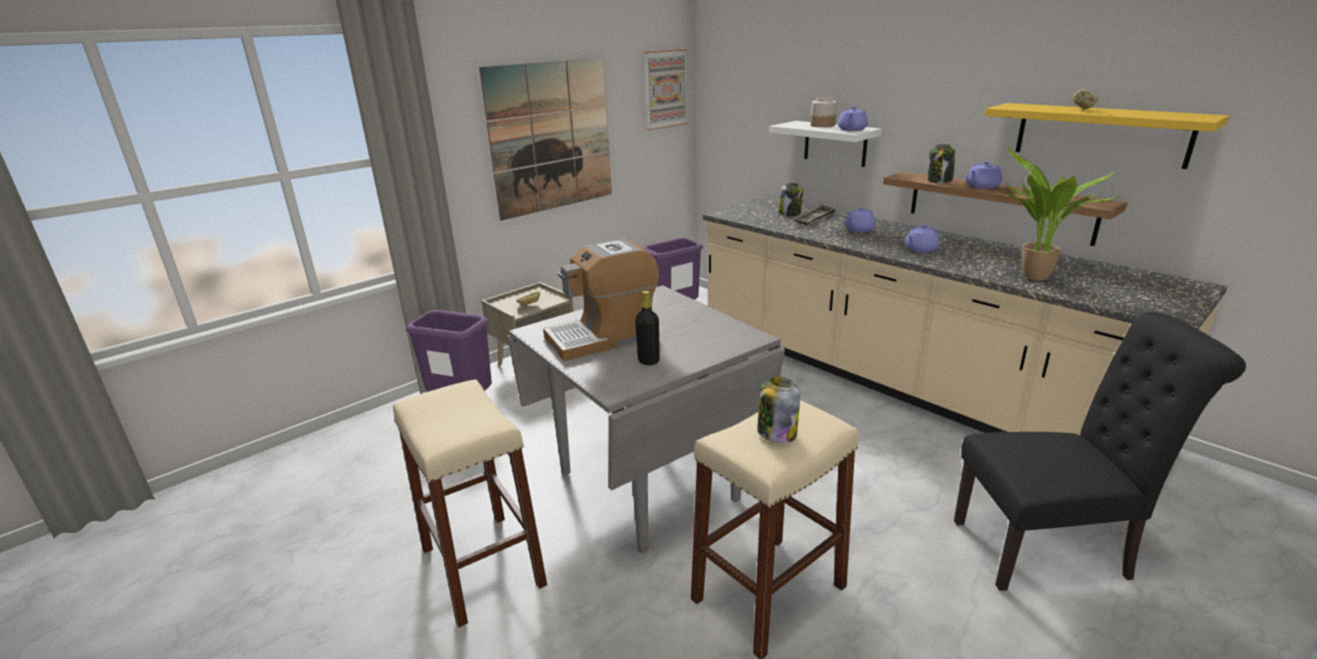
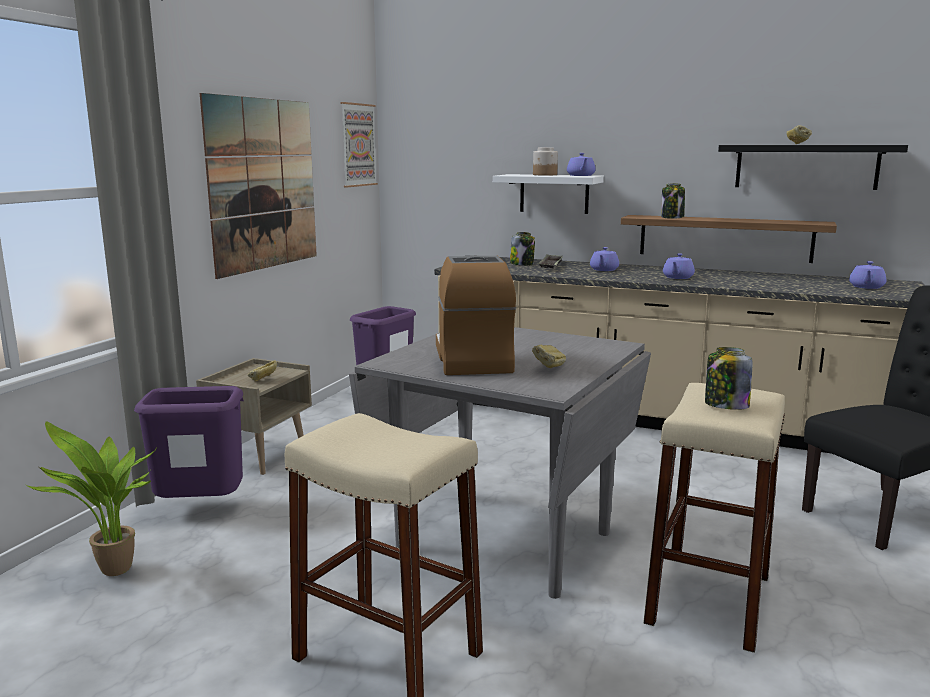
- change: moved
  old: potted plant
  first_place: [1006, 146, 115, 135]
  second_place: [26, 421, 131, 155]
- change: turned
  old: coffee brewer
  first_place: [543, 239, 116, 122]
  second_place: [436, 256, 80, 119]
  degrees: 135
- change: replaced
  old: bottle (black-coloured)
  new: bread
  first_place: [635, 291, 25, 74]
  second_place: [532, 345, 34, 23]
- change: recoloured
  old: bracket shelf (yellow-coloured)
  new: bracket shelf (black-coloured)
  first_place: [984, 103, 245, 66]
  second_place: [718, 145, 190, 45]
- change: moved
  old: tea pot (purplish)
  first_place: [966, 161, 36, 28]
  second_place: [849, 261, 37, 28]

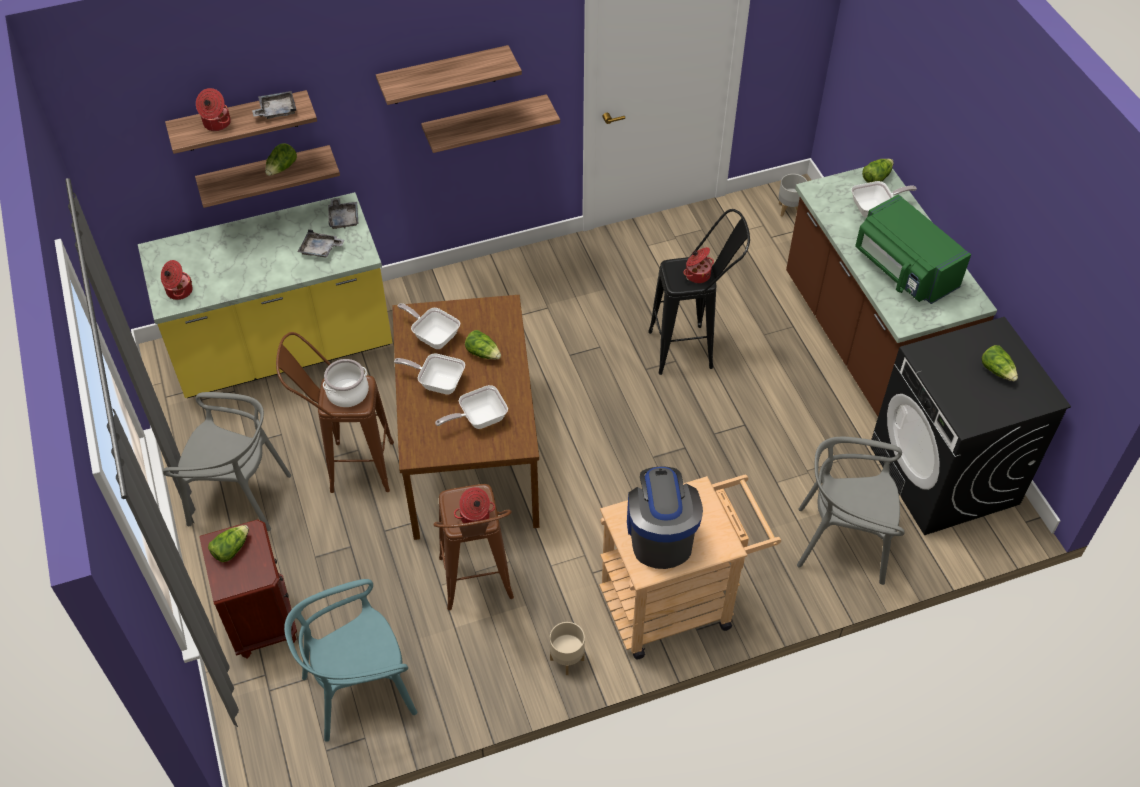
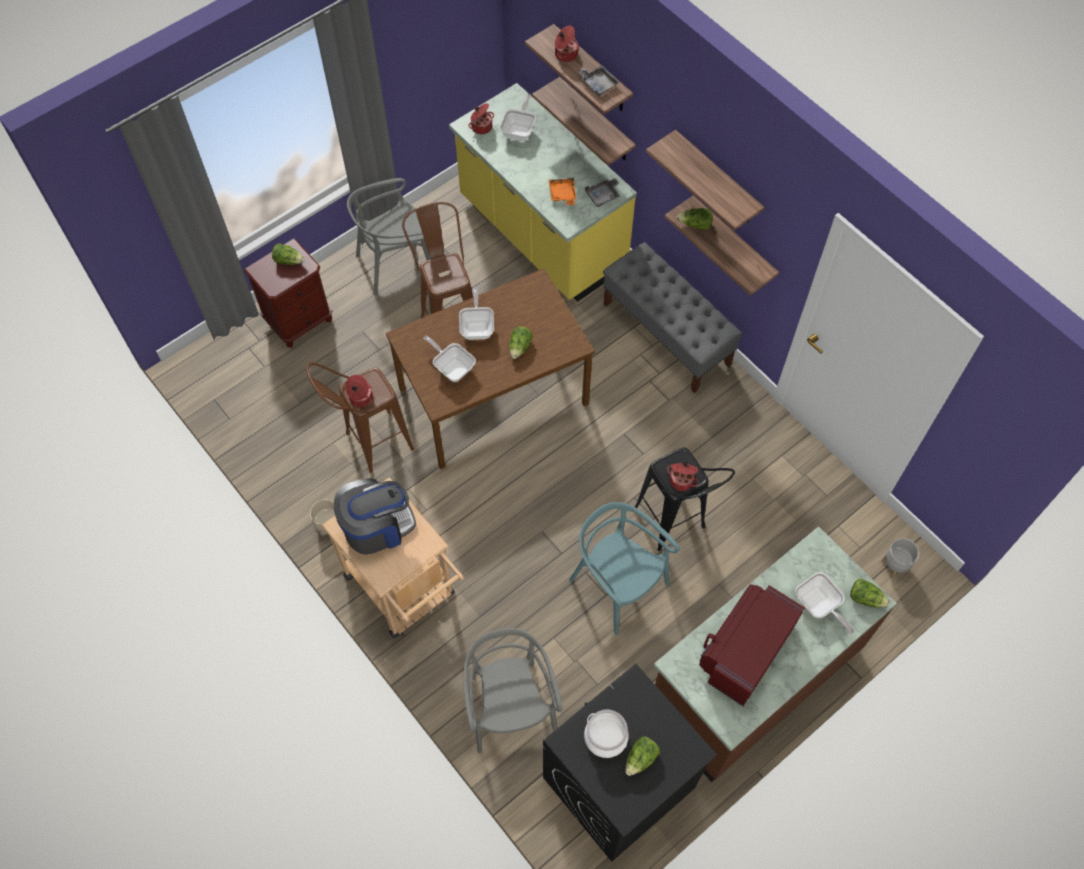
- change: turned
  old: chair (greyish)
  first_place: [163, 392, 128, 139]
  second_place: [347, 178, 84, 117]
  degrees: 75
- change: moved
  old: skillet
  first_place: [398, 303, 62, 46]
  second_place: [500, 94, 36, 47]
- change: recoloured
  old: carrying tray (greyish)
  new: carrying tray (orangey)
  first_place: [298, 229, 46, 29]
  second_place: [548, 177, 28, 28]
- change: moved
  old: chair (turquoise)
  first_place: [284, 579, 133, 163]
  second_place: [569, 502, 111, 133]
- change: moved
  old: cooking pot
  first_place: [323, 359, 46, 48]
  second_place: [584, 709, 45, 49]
- change: added
  new: indoor bench (greyish)
  second_place: [603, 242, 140, 151]
- change: moved
  old: head of lettuce
  first_place: [265, 144, 32, 32]
  second_place: [677, 208, 36, 22]
- change: recoloured
  old: microwave (green)
  new: microwave (reddish)
  first_place: [855, 194, 116, 110]
  second_place: [699, 584, 106, 122]

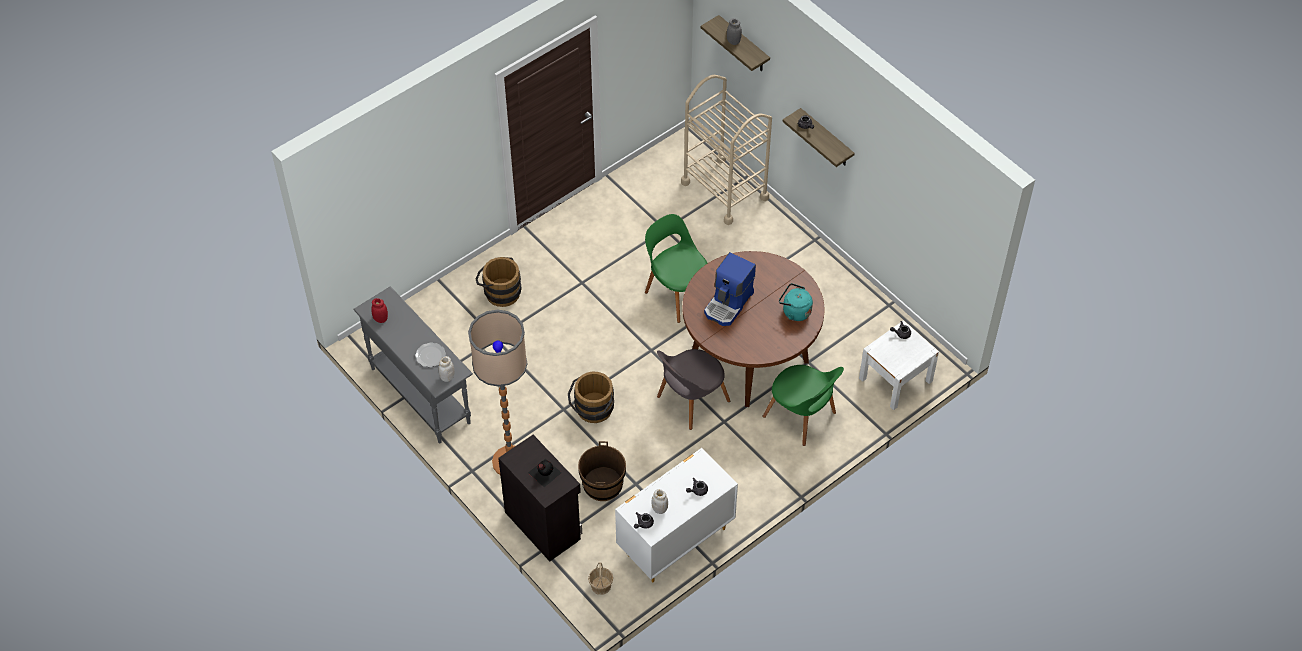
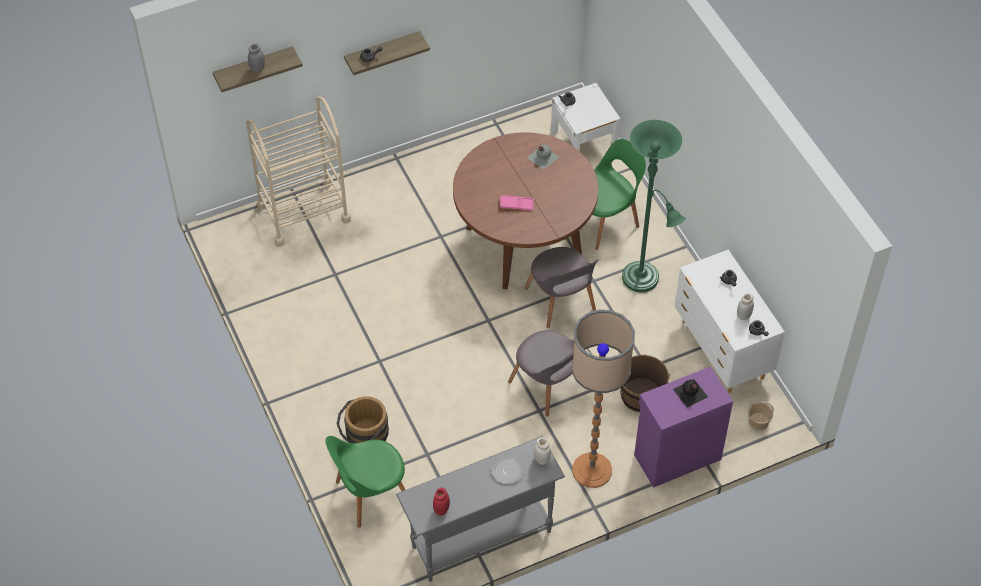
- change: moved
  old: chair (green)
  first_place: [645, 214, 62, 109]
  second_place: [325, 436, 81, 92]
- change: replaced
  old: coffee brewer
  new: carrying tray (pinkish)
  first_place: [704, 252, 52, 74]
  second_place: [500, 195, 34, 16]
- change: replaced
  old: pail (brown-coloured)
  new: chair (greyish)
  first_place: [568, 371, 46, 52]
  second_place: [508, 330, 66, 87]
- change: replaced
  old: water kettle (turquoise)
  new: bottle (greyish)
  first_place: [779, 283, 34, 38]
  second_place: [527, 145, 32, 25]
- change: added
  new: standing lamp (green)
  second_place: [622, 120, 64, 172]
- change: recoloured
  old: cabinet (black-coloured)
  new: cabinet (purplish)
  first_place: [498, 435, 84, 126]
  second_place: [634, 366, 99, 122]

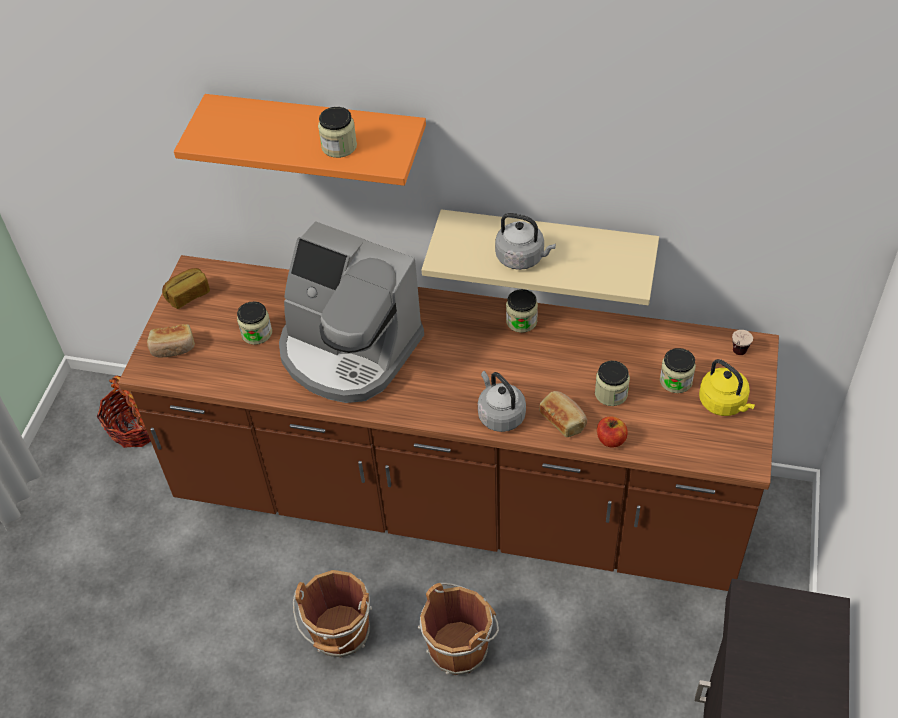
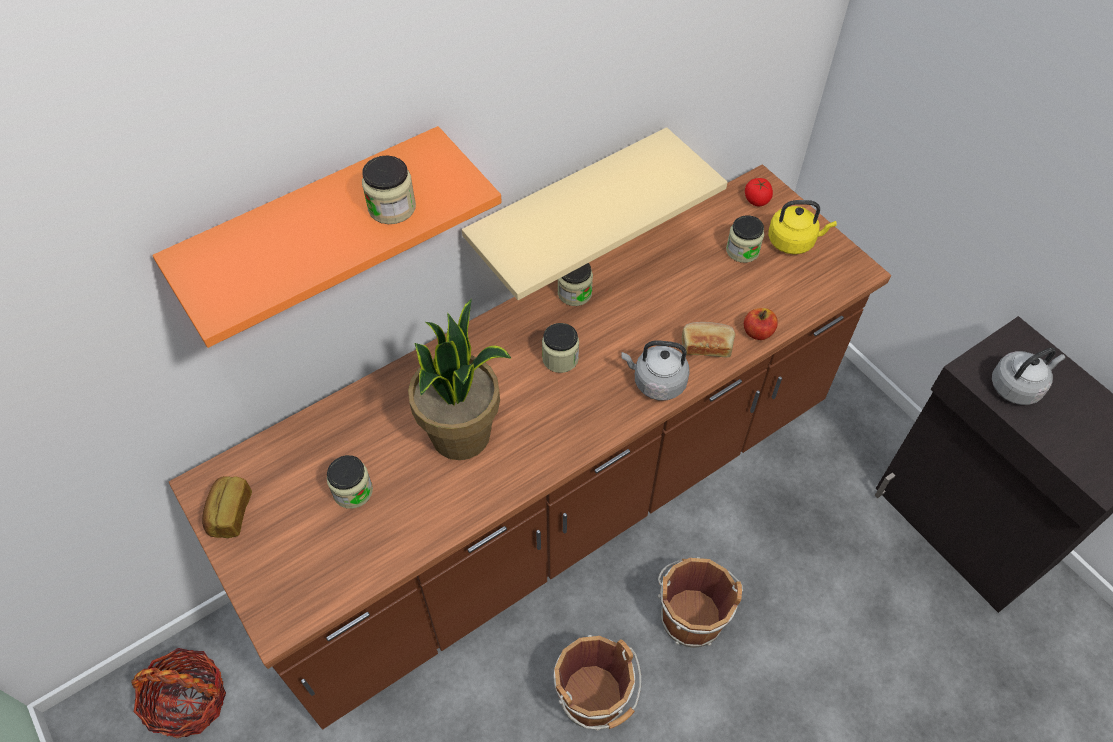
- change: replaced
  old: coffee brewer
  new: potted plant
  first_place: [279, 221, 145, 182]
  second_place: [408, 299, 103, 161]
- change: moved
  old: preserve jar
  first_place: [595, 361, 35, 45]
  second_place: [542, 323, 37, 50]
- change: replaced
  old: small cup
  new: whole tomato
  first_place: [732, 330, 21, 25]
  second_place: [745, 178, 28, 28]
- change: moved
  old: water kettle (greyish)
  first_place: [495, 213, 61, 57]
  second_place: [992, 348, 73, 57]
- change: removed
  old: bread
  first_place: [147, 324, 48, 34]

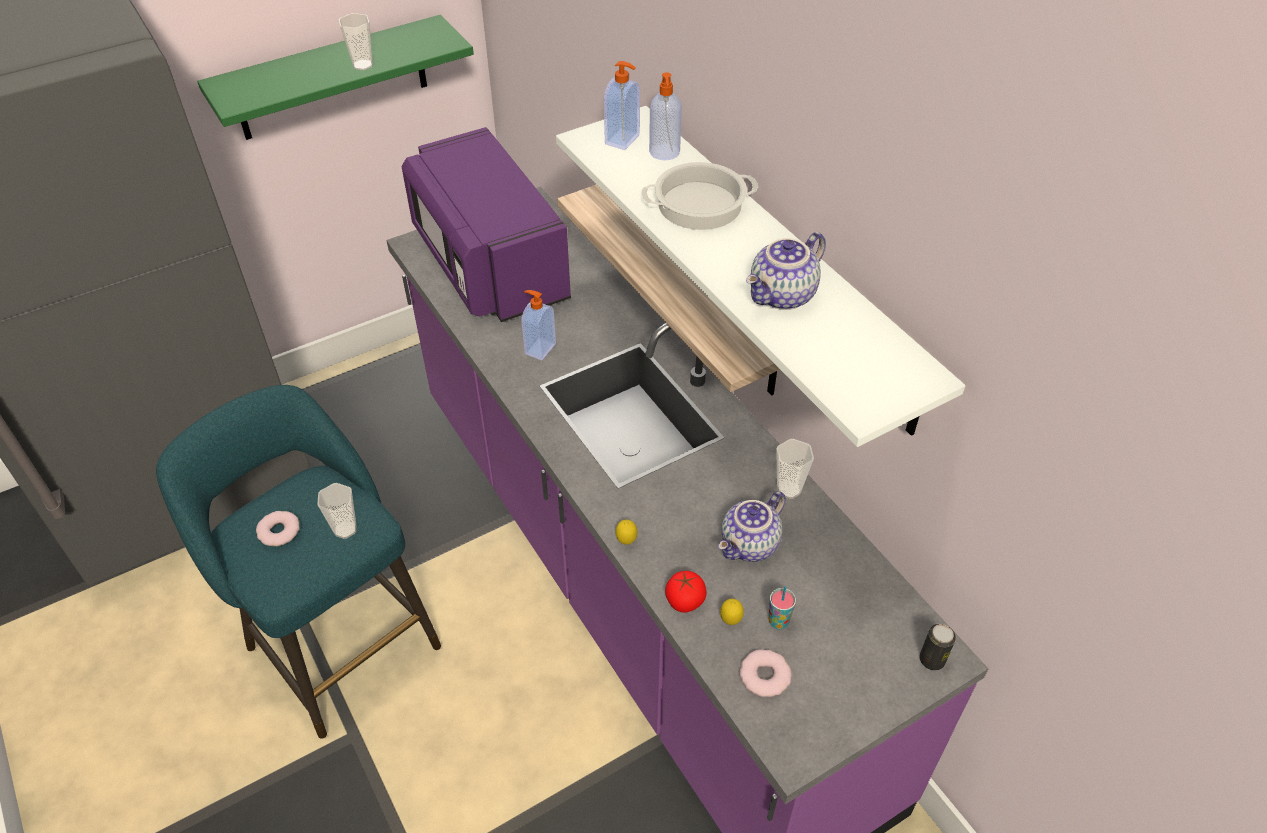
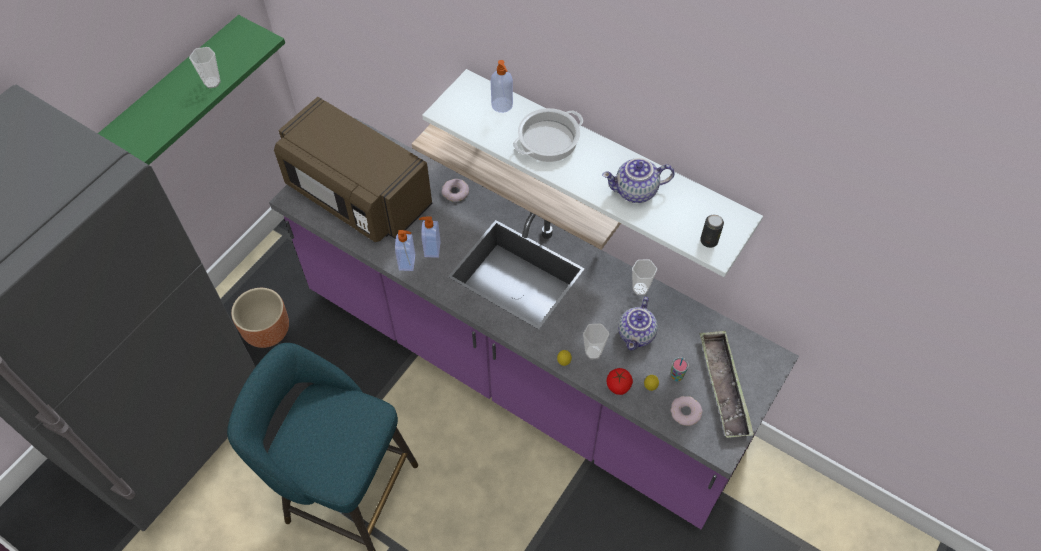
- change: added
  new: flower pot (brown-coloured)
  second_place: [231, 288, 58, 60]
- change: recoloured
  old: microwave (purplish)
  new: microwave (brown-coloured)
  first_place: [401, 127, 170, 195]
  second_place: [274, 97, 158, 145]
- change: moved
  old: soap bottle
  first_place: [604, 61, 36, 89]
  second_place: [395, 230, 20, 41]
- change: moved
  old: ring doughnut
  first_place: [256, 511, 44, 35]
  second_place: [442, 179, 27, 23]
- change: moved
  old: small cup
  first_place: [317, 483, 39, 56]
  second_place: [583, 323, 26, 36]
- change: turned
  old: tea pot
  first_place: [746, 232, 80, 78]
  second_place: [602, 158, 72, 45]
  degrees: 60
- change: moved
  old: metal can
  first_place: [919, 624, 37, 47]
  second_place: [700, 215, 24, 33]
- change: added
  new: carrying tray
  second_place: [700, 331, 54, 107]

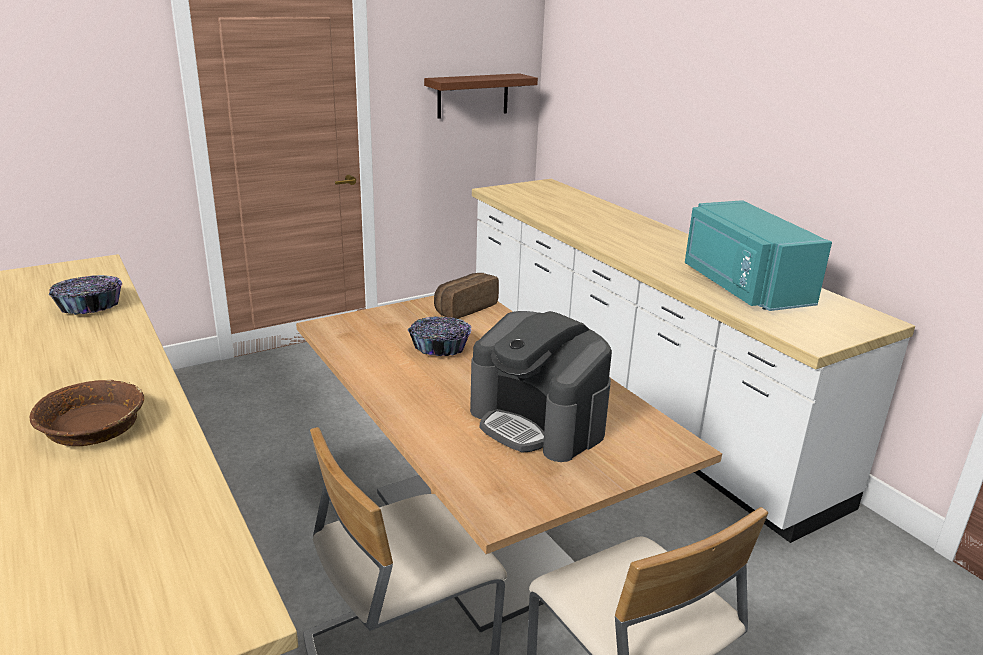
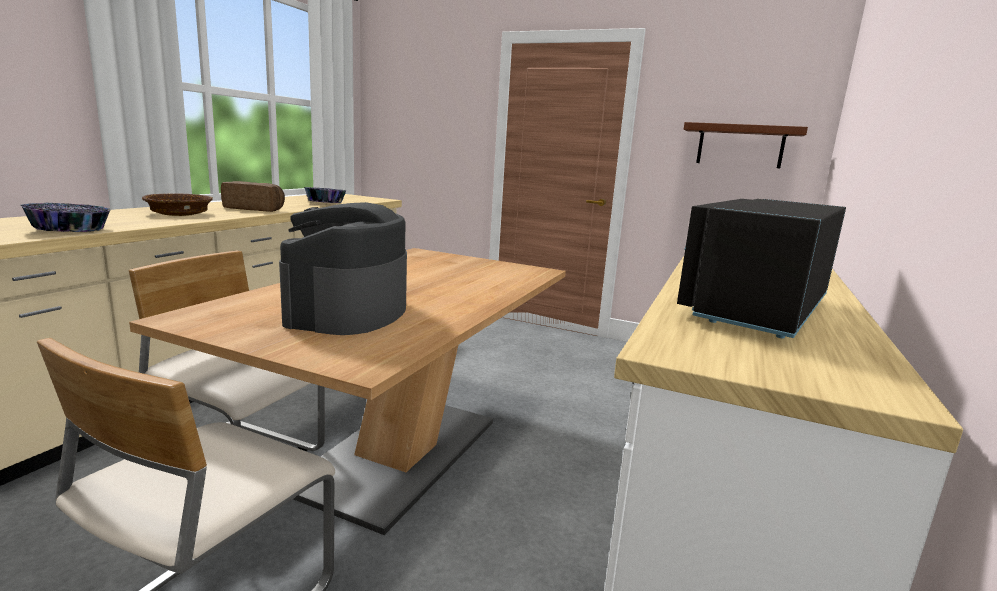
- change: moved
  old: serving bowl
  first_place: [408, 316, 64, 40]
  second_place: [20, 203, 91, 29]
- change: moved
  old: bread
  first_place: [434, 273, 65, 46]
  second_place: [221, 181, 64, 31]
- change: recoloured
  old: microwave (turquoise)
  new: microwave (black-coloured)
  first_place: [685, 200, 147, 111]
  second_place: [677, 199, 169, 139]

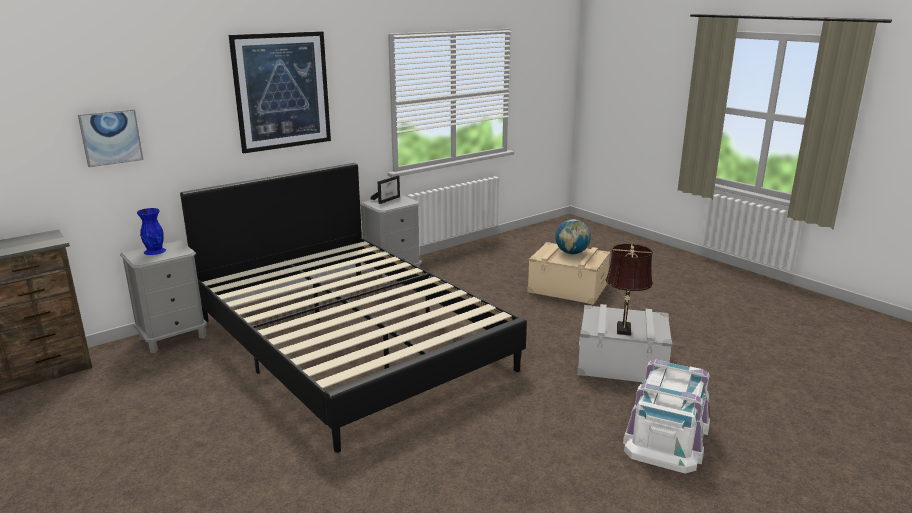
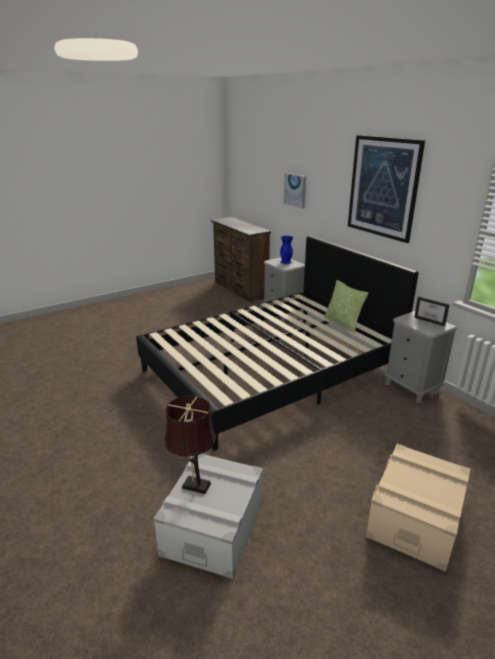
- change: added
  new: throw pillow
  second_place: [324, 280, 44, 53]
- change: removed
  old: globe
  first_place: [555, 219, 36, 35]
- change: removed
  old: storage bin (white)
  first_place: [623, 359, 87, 114]

